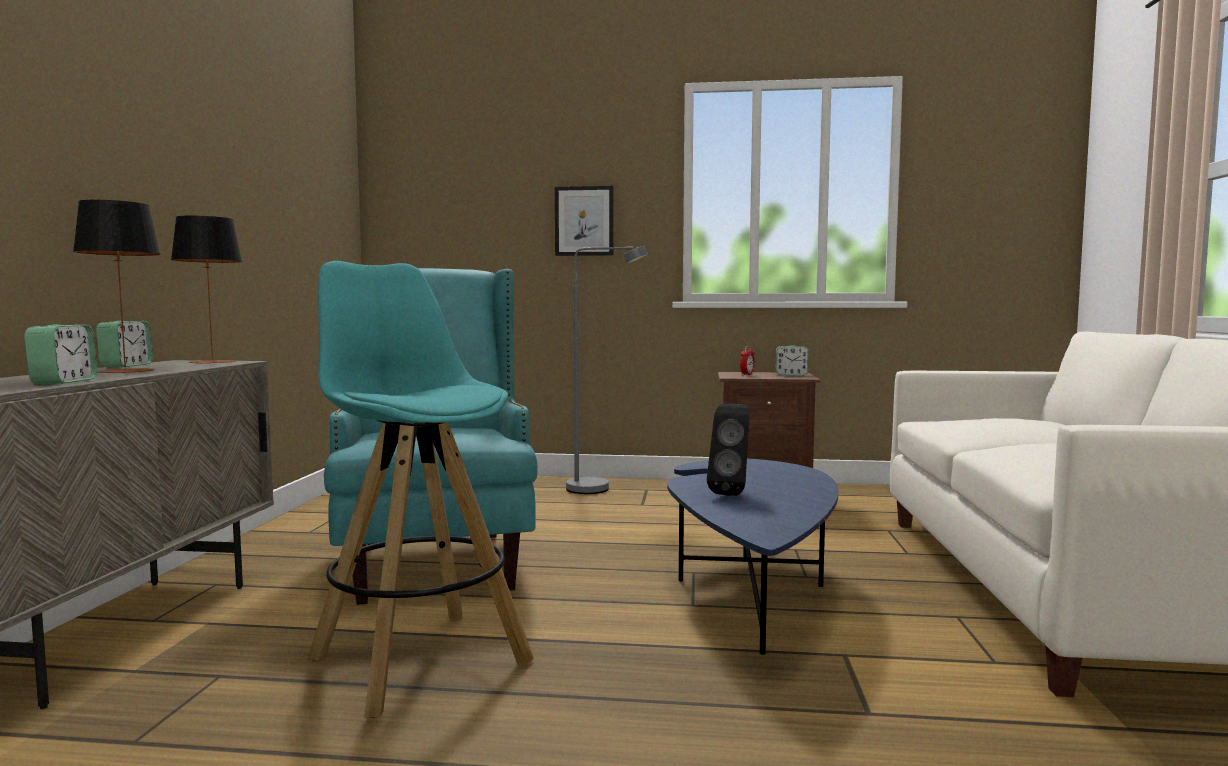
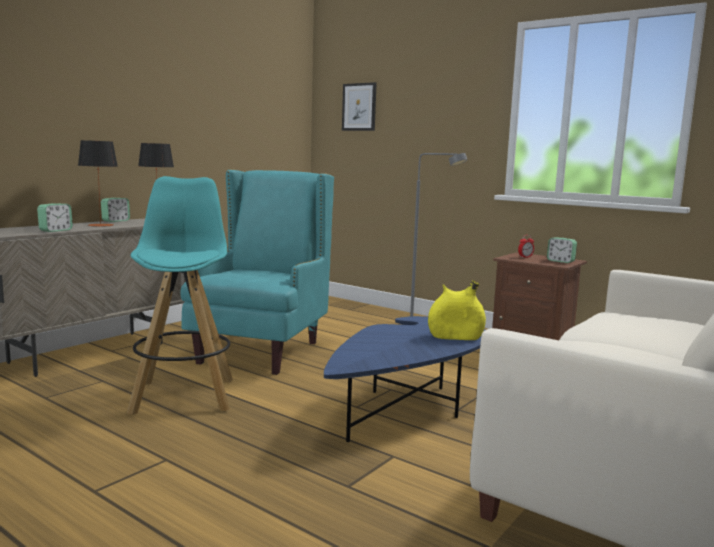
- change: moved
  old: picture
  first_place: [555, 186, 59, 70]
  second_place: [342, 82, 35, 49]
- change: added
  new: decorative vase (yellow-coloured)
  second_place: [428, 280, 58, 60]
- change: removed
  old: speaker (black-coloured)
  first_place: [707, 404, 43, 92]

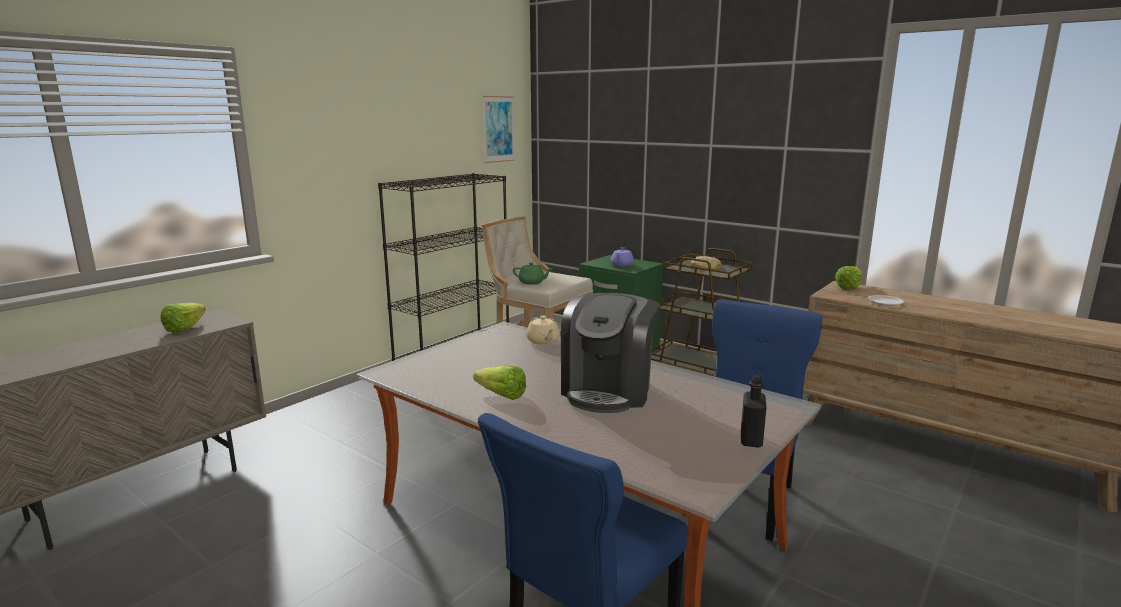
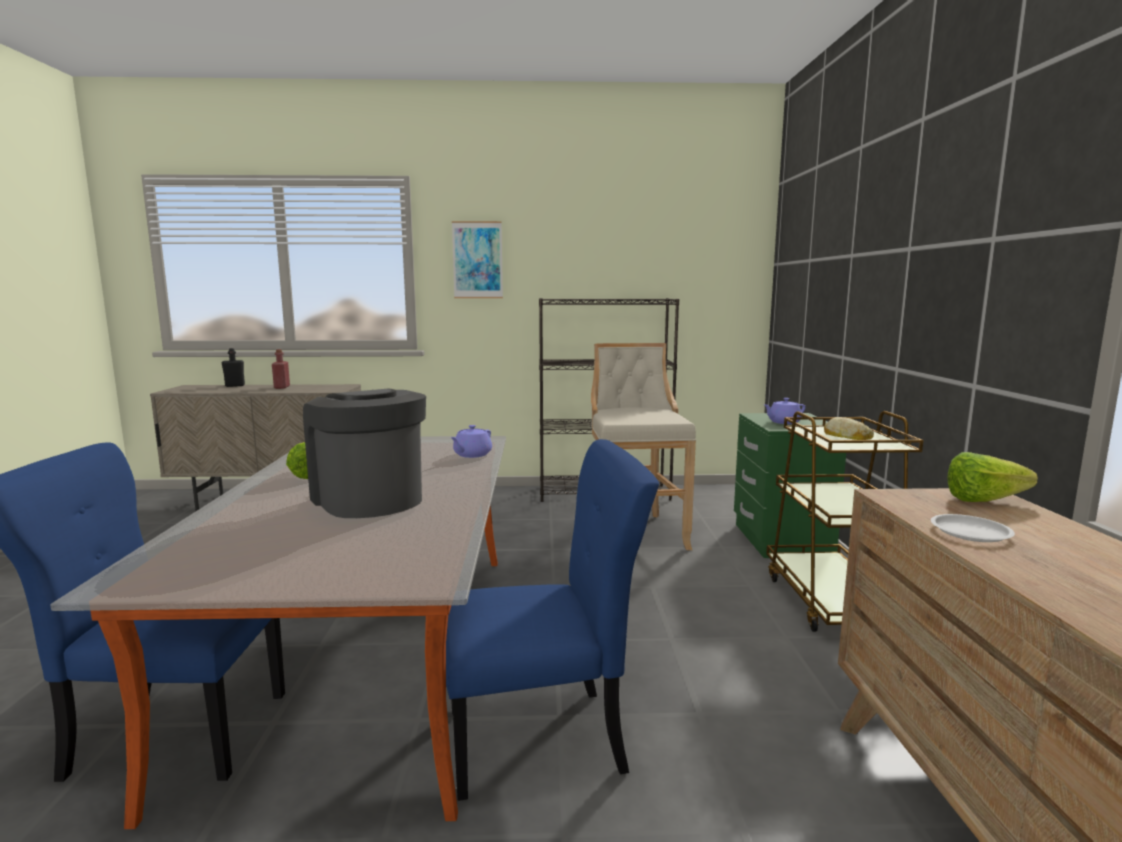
- change: moved
  old: bottle (black-coloured)
  first_place: [741, 375, 26, 73]
  second_place: [222, 348, 23, 39]
- change: added
  new: bottle (reddish)
  second_place: [272, 349, 18, 40]
- change: turned
  old: coffee brewer
  first_place: [561, 293, 99, 120]
  second_place: [303, 389, 123, 129]
  degrees: 75
- change: recoloured
  old: tea pot (beige-coloured)
  new: tea pot (purplish)
  first_place: [526, 316, 34, 29]
  second_place: [451, 425, 41, 33]
- change: moved
  old: picture
  first_place: [483, 96, 32, 67]
  second_place: [452, 221, 51, 77]
- change: removed
  old: head of lettuce
  first_place: [160, 303, 46, 30]
- change: removed
  old: tea pot (green)
  first_place: [513, 262, 40, 23]

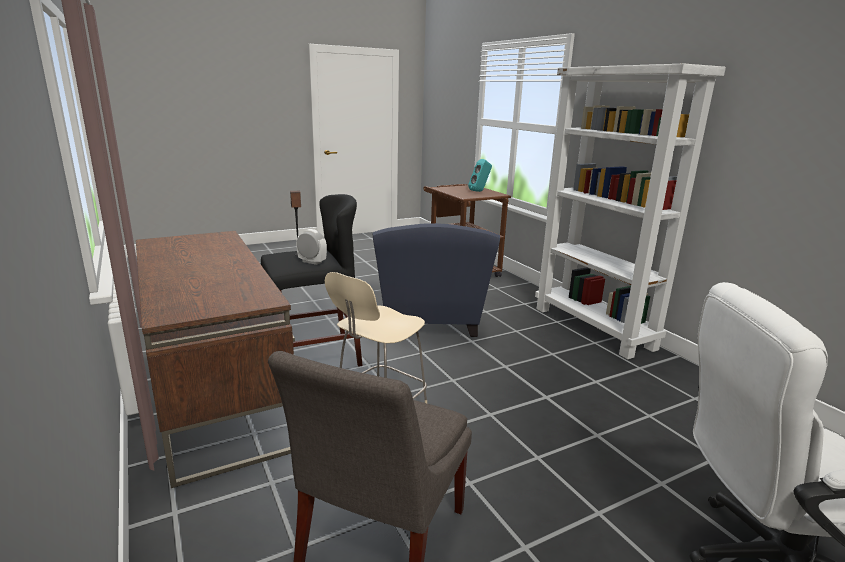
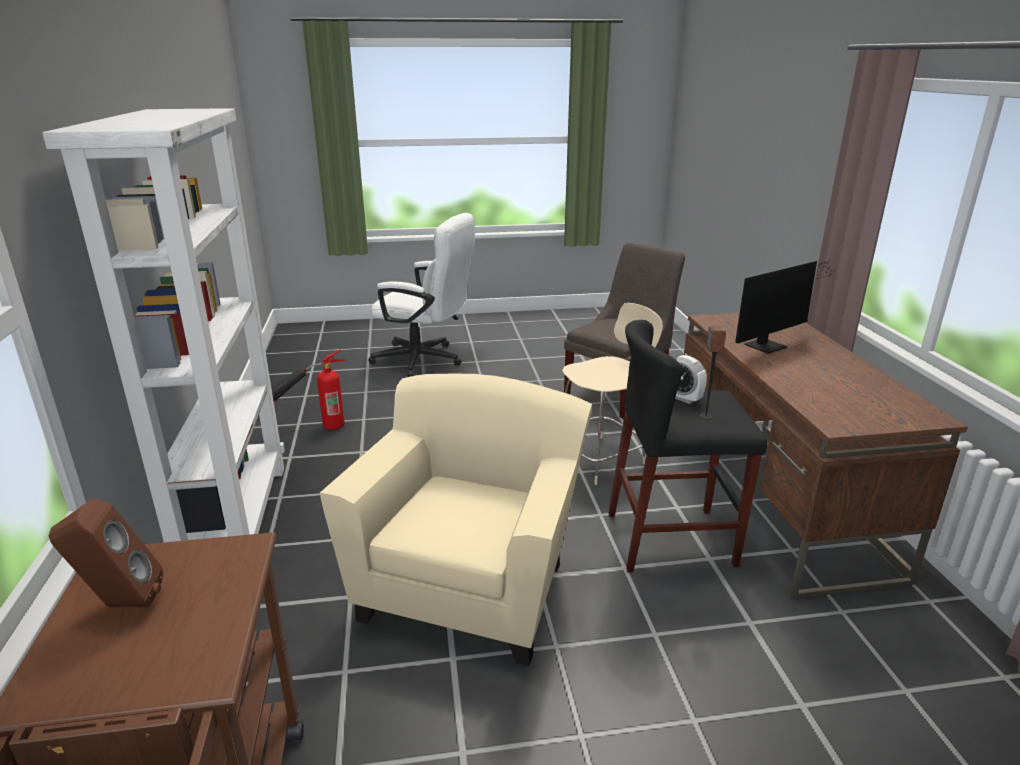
- change: recoloured
  old: speaker (turquoise)
  new: speaker (brown-coloured)
  first_place: [468, 159, 24, 33]
  second_place: [49, 499, 114, 108]
- change: added
  new: fire extinguisher
  second_place: [271, 349, 75, 81]
- change: recoloured
  old: armchair (bluish)
  new: armchair (beige-coloured)
  first_place: [372, 223, 128, 114]
  second_place: [320, 374, 272, 292]
- change: added
  new: computer screen
  second_place: [735, 261, 100, 93]

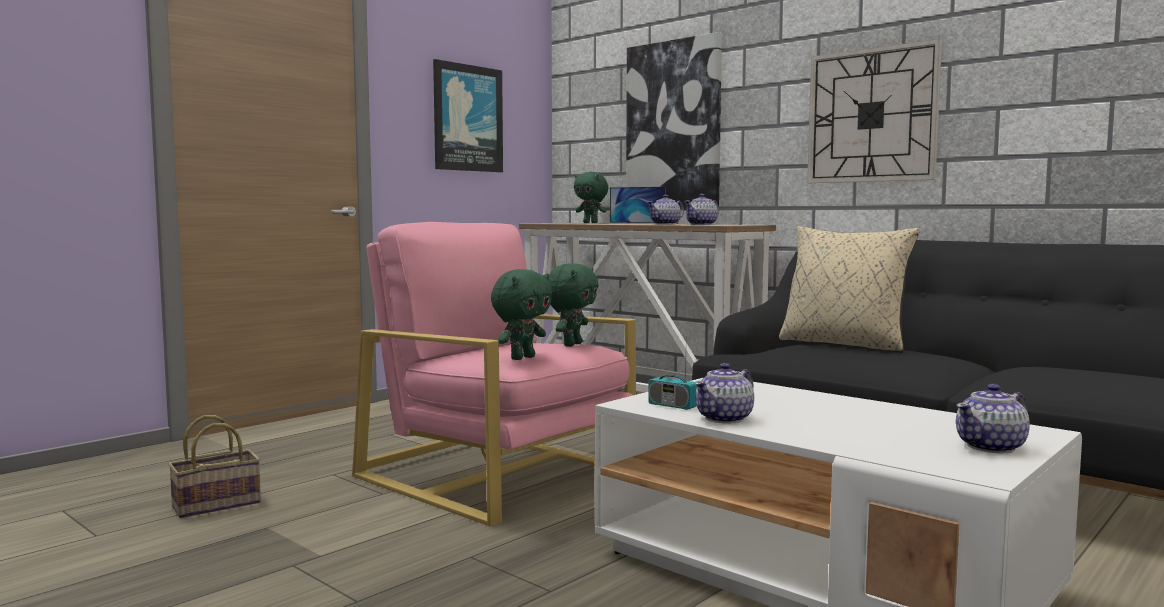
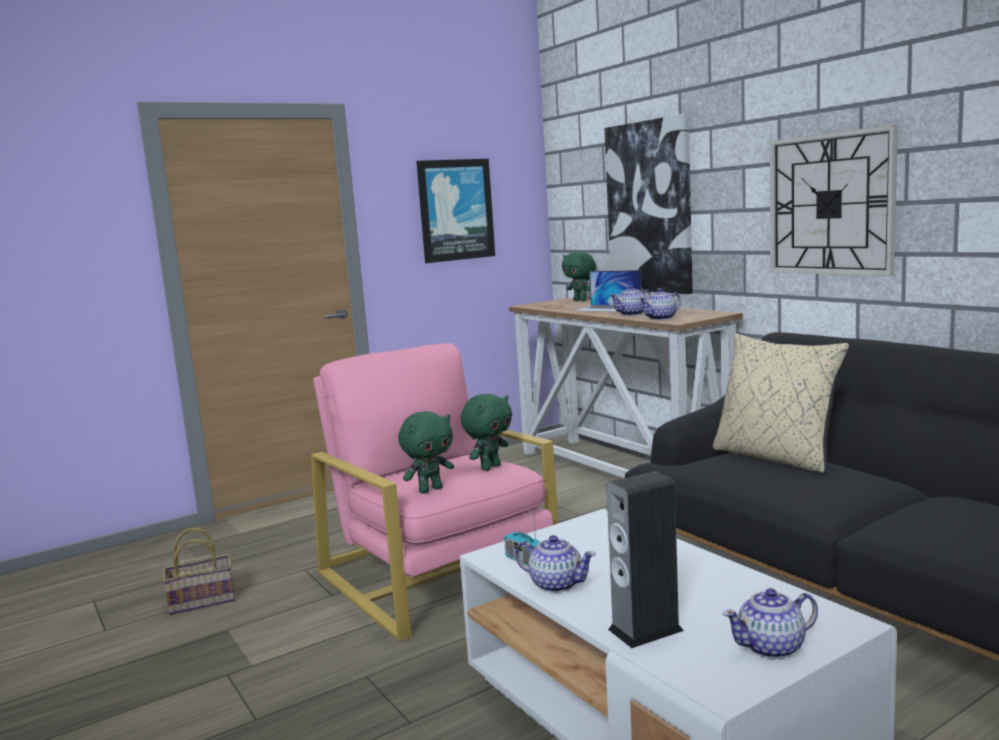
- change: turned
  old: tea pot
  first_place: [694, 363, 60, 60]
  second_place: [515, 535, 81, 58]
  degrees: -120
- change: added
  new: speaker
  second_place: [606, 471, 78, 177]

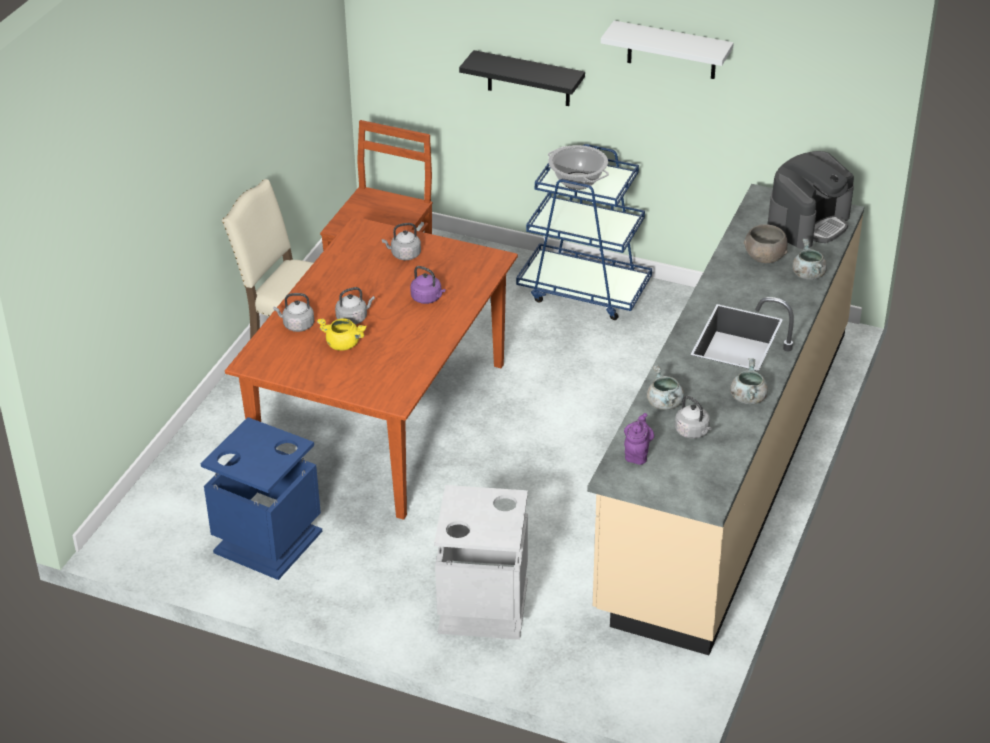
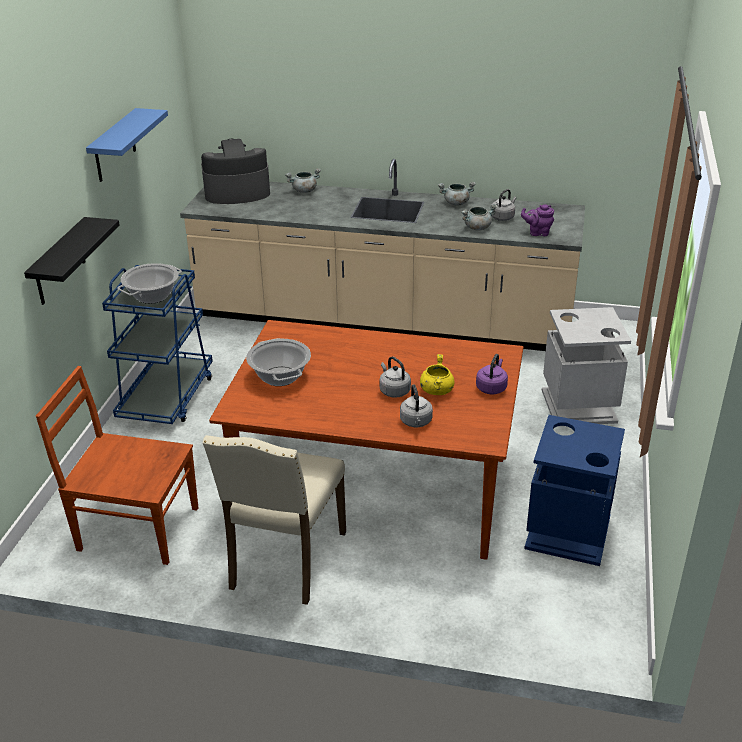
- change: recoloured
  old: bracket shelf (white)
  new: bracket shelf (bluish)
  first_place: [601, 21, 133, 58]
  second_place: [86, 108, 82, 74]
- change: turned
  old: coffee brewer
  first_place: [768, 151, 86, 98]
  second_place: [201, 139, 69, 65]
  degrees: -45
- change: replaced
  old: water kettle (greyish)
  new: cooking pot
  first_place: [382, 223, 39, 37]
  second_place: [246, 338, 65, 48]
- change: moved
  old: water kettle (purplish)
  first_place: [410, 266, 36, 38]
  second_place: [476, 354, 32, 40]
- change: removed
  old: serving bowl (greyish)
  first_place: [744, 224, 43, 39]

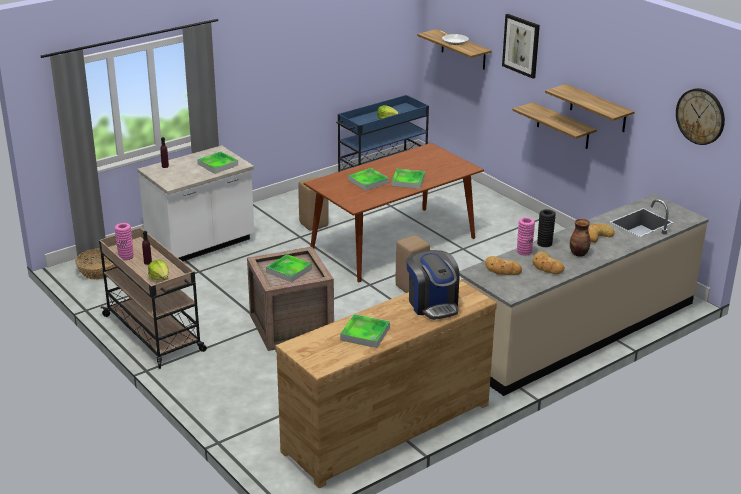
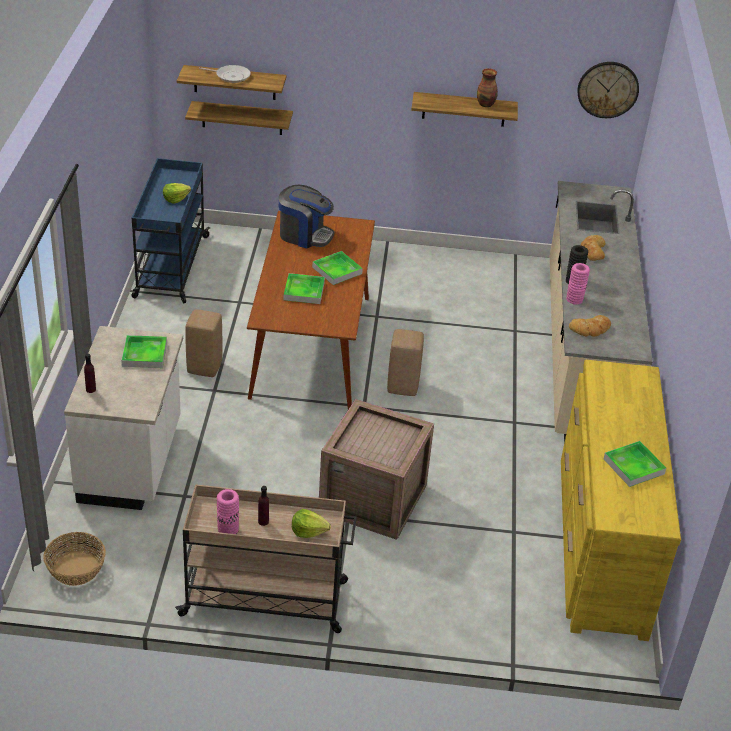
- change: moved
  old: bracket shelf
  first_place: [512, 102, 85, 47]
  second_place: [185, 101, 108, 34]
- change: moved
  old: coffee brewer
  first_place: [406, 250, 54, 70]
  second_place: [279, 184, 56, 64]
- change: moved
  old: decorative vase
  first_place: [570, 219, 20, 38]
  second_place: [477, 68, 21, 39]
- change: recoloured
  old: chest of drawers (brown-coloured)
  new: chest of drawers (yellow-coloured)
  first_place: [275, 279, 222, 209]
  second_place: [561, 360, 120, 281]
- change: removed
  old: carrying tray
  first_place: [266, 254, 46, 28]
- change: removed
  old: picture
  first_place: [502, 14, 38, 65]
- change: removed
  old: bread
  first_place: [532, 251, 32, 23]

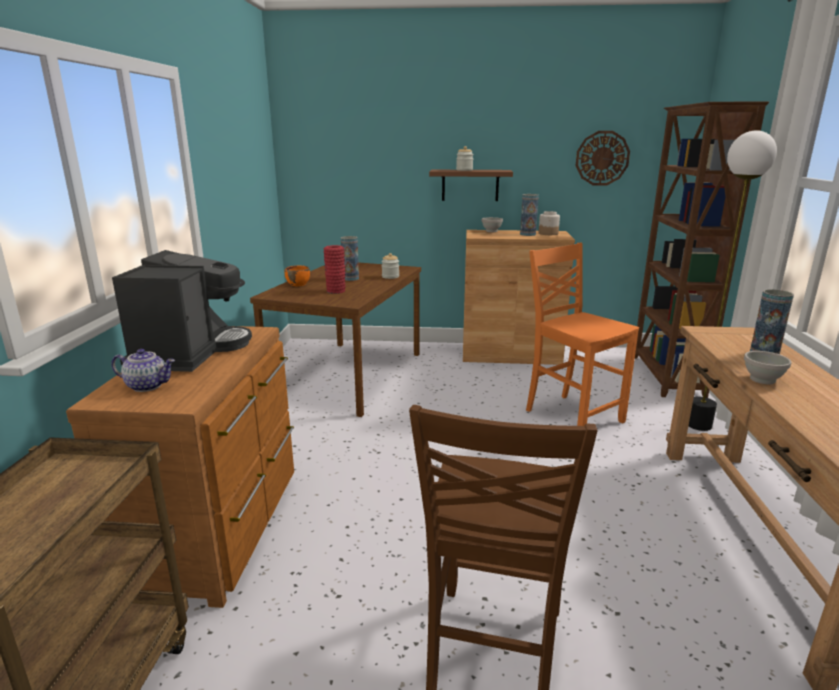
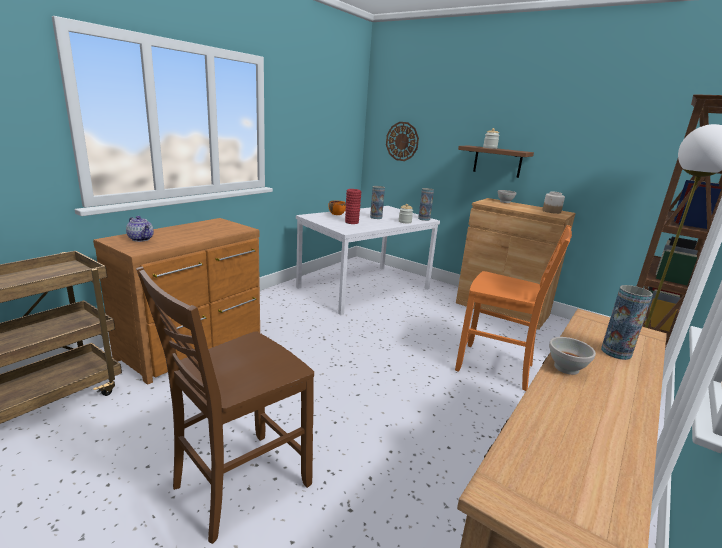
- change: recoloured
  old: kitchen table (brown-coloured)
  new: kitchen table (white)
  first_place: [250, 262, 171, 155]
  second_place: [296, 206, 144, 109]
- change: moved
  old: hanging clock
  first_place: [576, 131, 54, 55]
  second_place: [386, 122, 33, 39]
- change: moved
  old: decorative vase
  first_place: [520, 194, 19, 42]
  second_place: [418, 188, 16, 33]
- change: turned
  old: chair (orangey)
  first_place: [526, 243, 113, 183]
  second_place: [455, 225, 117, 166]
  degrees: 120
- change: removed
  old: coffee brewer
  first_place: [112, 250, 140, 122]

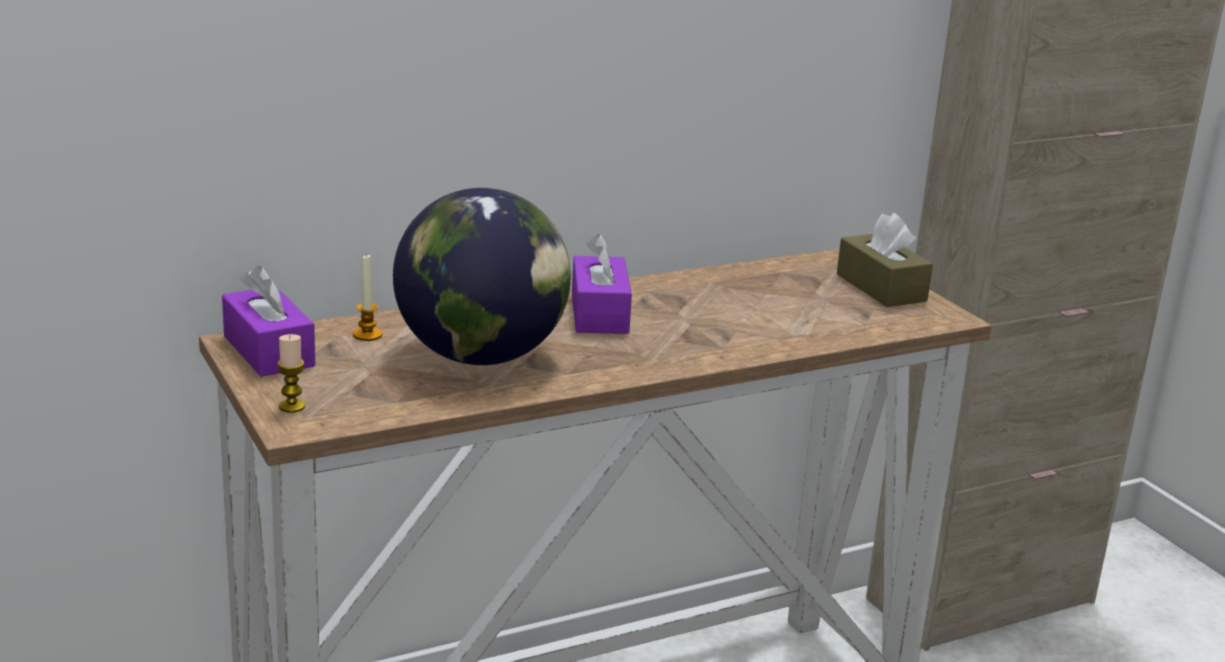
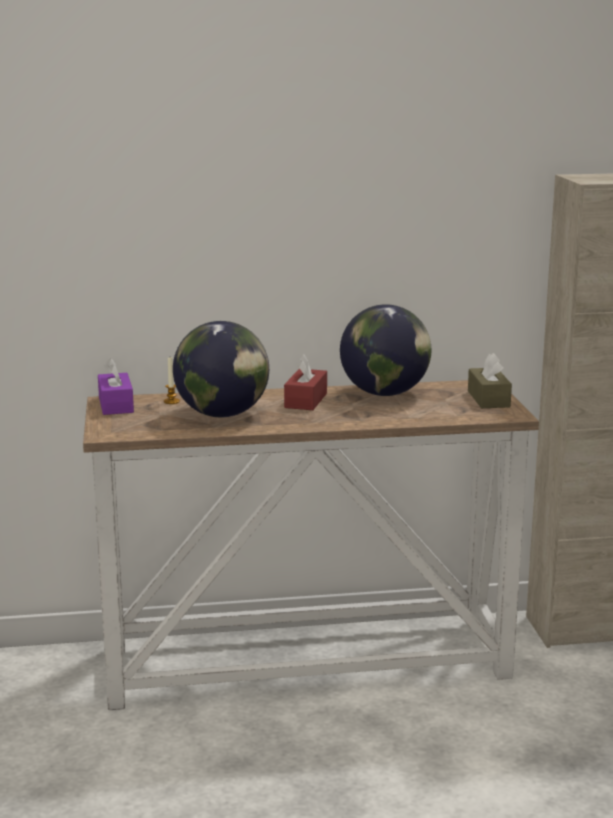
- change: recoloured
  old: tissue box (purplish)
  new: tissue box (reddish)
  first_place: [572, 234, 60, 100]
  second_place: [284, 354, 43, 56]
- change: added
  new: globe
  second_place: [340, 304, 91, 92]
- change: removed
  old: wax candle
  first_place: [277, 334, 28, 79]

